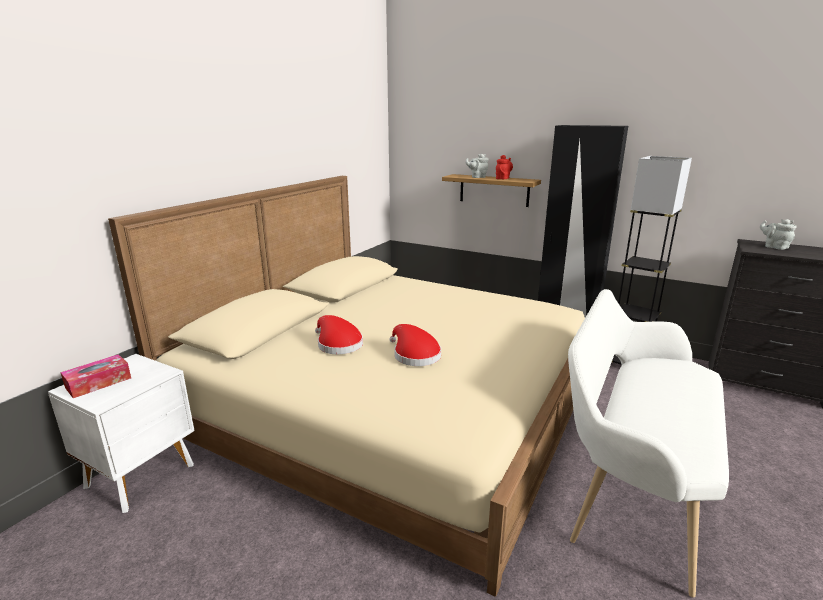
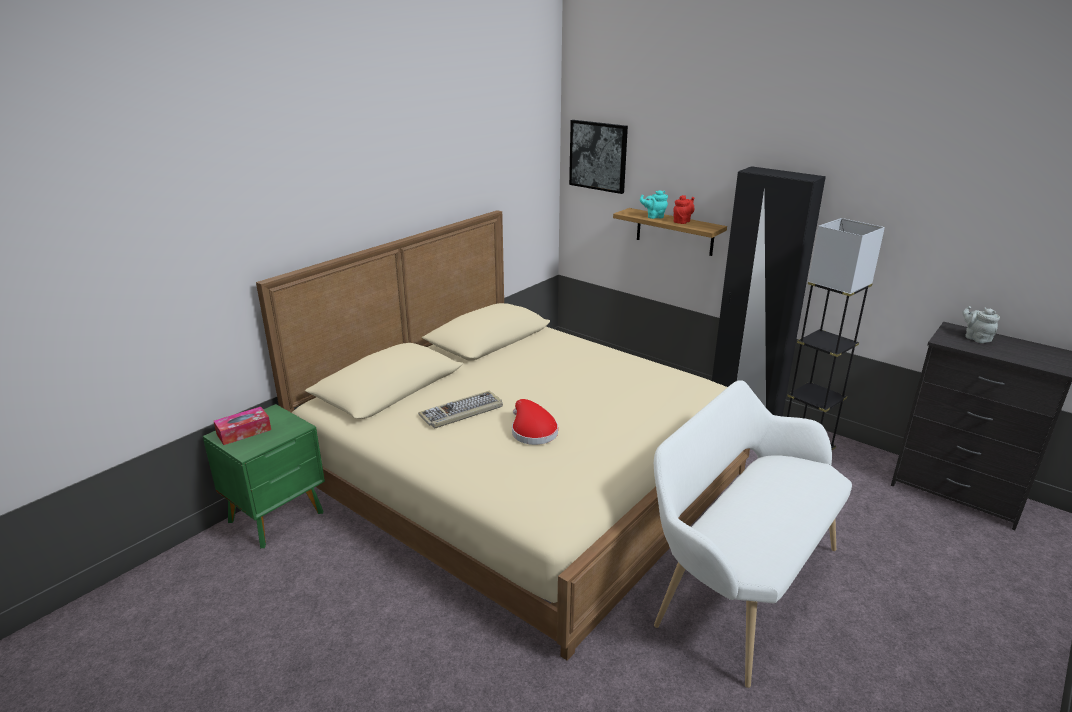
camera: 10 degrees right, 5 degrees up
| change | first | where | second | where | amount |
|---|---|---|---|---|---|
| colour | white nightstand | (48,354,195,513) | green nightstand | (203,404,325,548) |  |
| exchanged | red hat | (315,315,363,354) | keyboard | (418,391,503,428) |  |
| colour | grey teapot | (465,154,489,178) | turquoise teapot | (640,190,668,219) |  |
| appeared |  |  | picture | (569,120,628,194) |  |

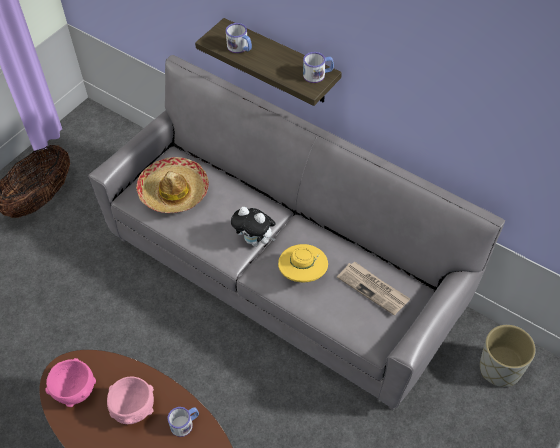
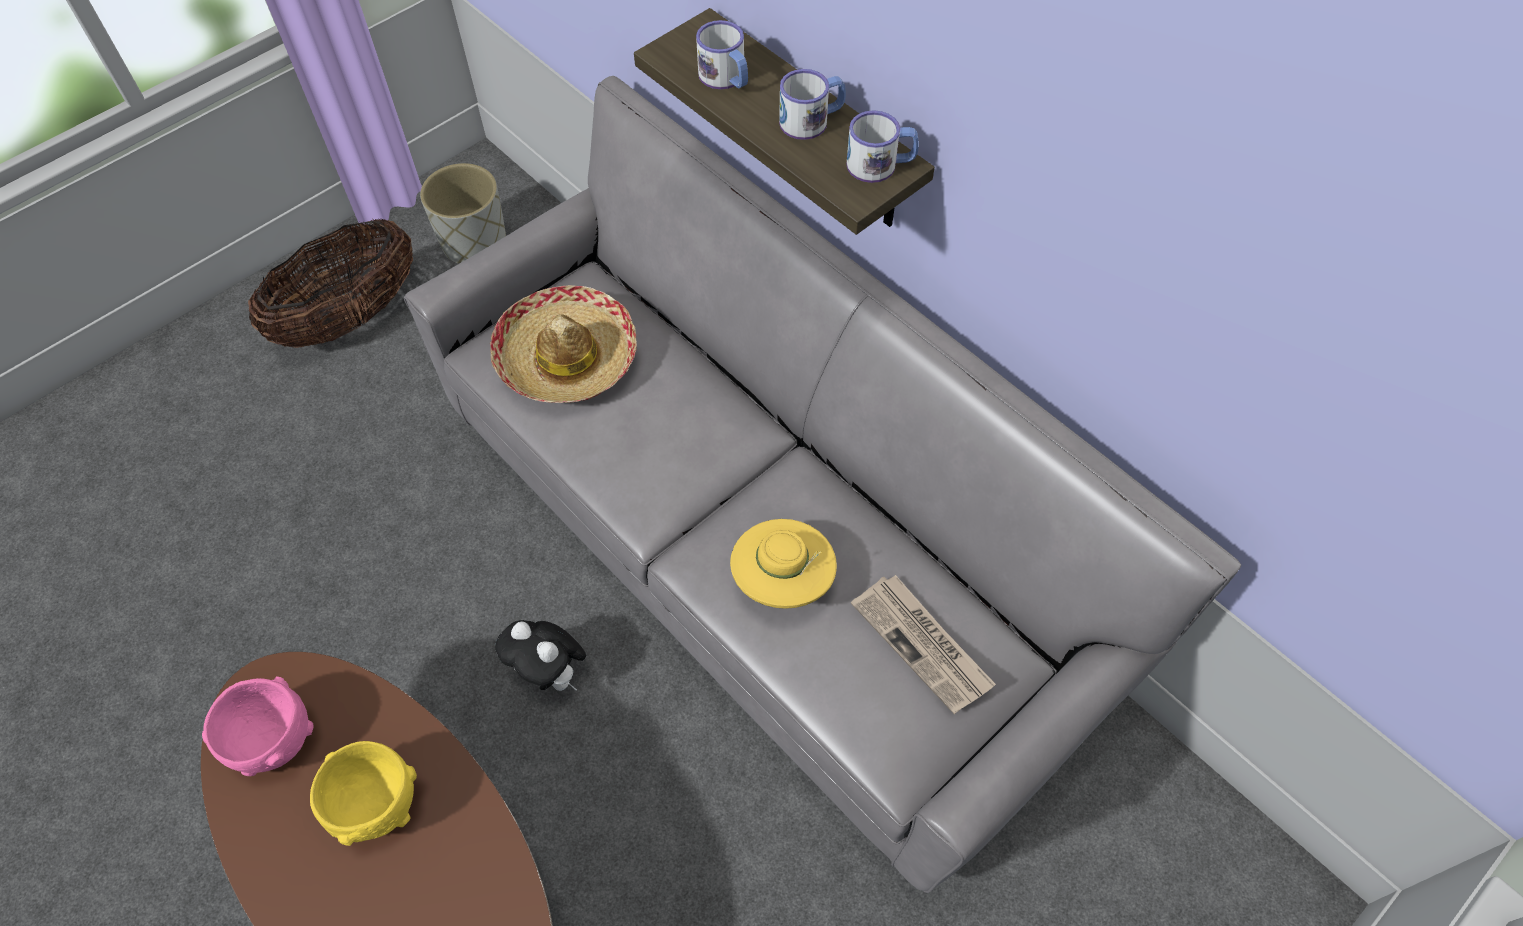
camera: 10 degrees right, 5 degrees up
| change | first | where | second | where | amount |
|---|---|---|---|---|---|
| colour | pink bowl | (107,377,154,424) | yellow bowl | (310,741,417,846) |  |
| relocated | mug | (168,407,199,437) |  | (779,69,846,140) |  |
| relocated | plush toy | (231,207,275,246) |  | (495,620,586,691) |  |
| relocated | grey planter | (480,325,536,387) |  | (420,163,506,264) |  |

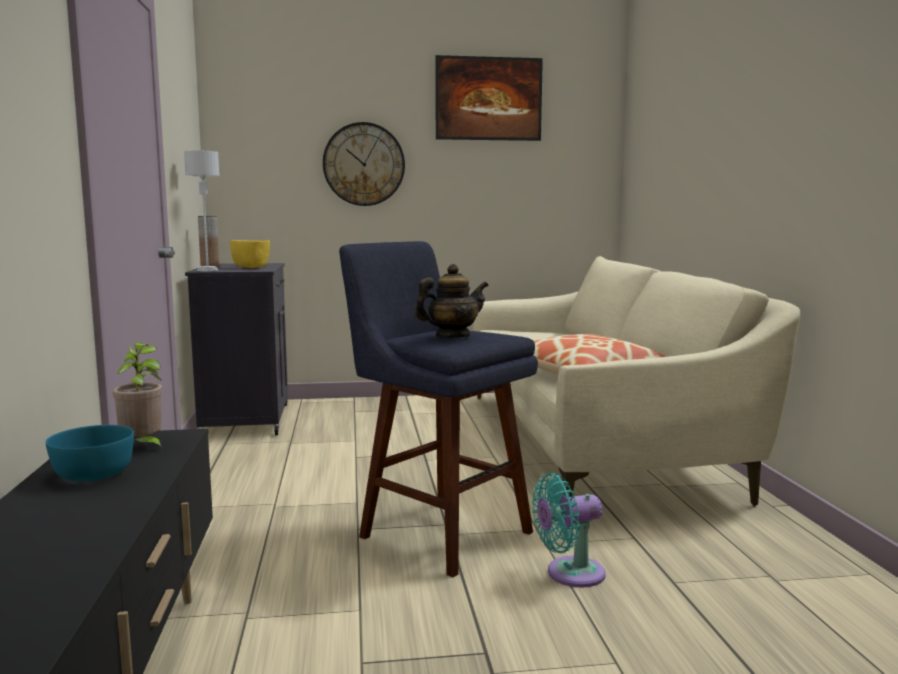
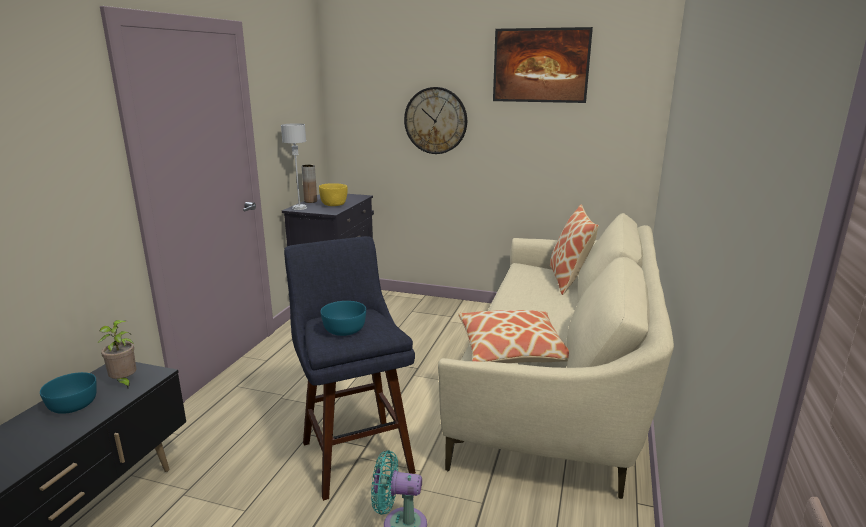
camera: 25 degrees right, 10 degrees up
| change | first | where | second | where | amount |
|---|---|---|---|---|---|
| exchanged | teapot | (415,264,488,338) | turquoise bowl | (321,301,366,336) |  |
| appeared |  |  | pillow | (550,205,599,295) |  |

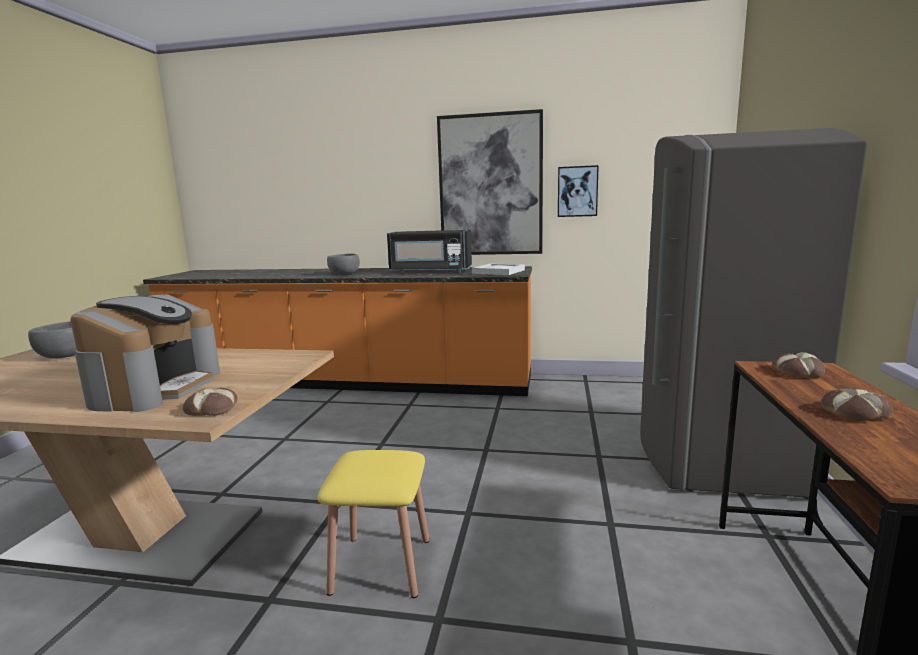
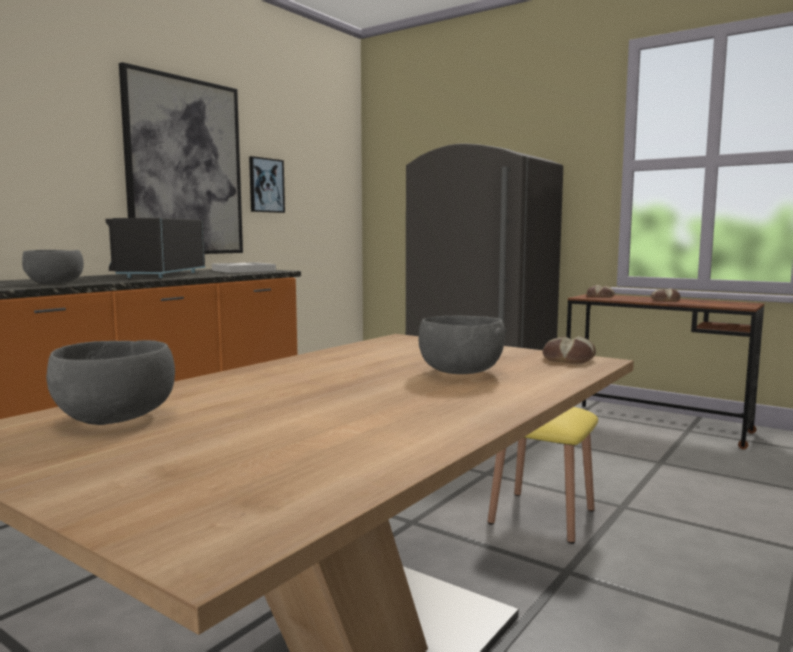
camera: 65 degrees left, 5 degrees down
| change | first | where | second | where | amount |
|---|---|---|---|---|---|
| exchanged | coffee machine | (70,294,220,412) | grey bowl | (419,316,505,374) |  |
| spun | black microwave | (387,230,472,273) |  | (106,218,205,278) | 150 degrees clockwise |

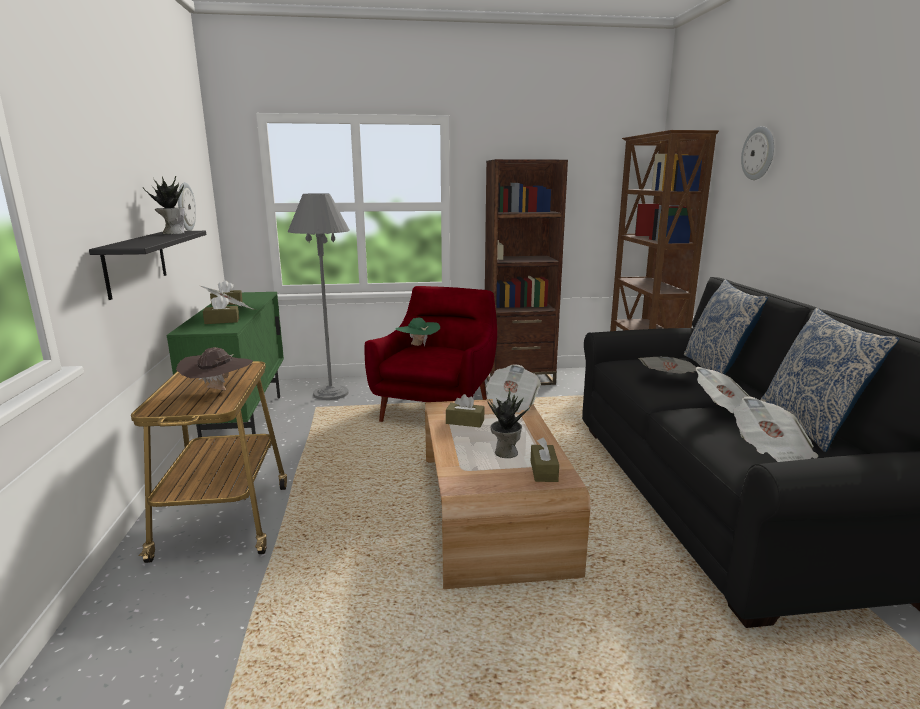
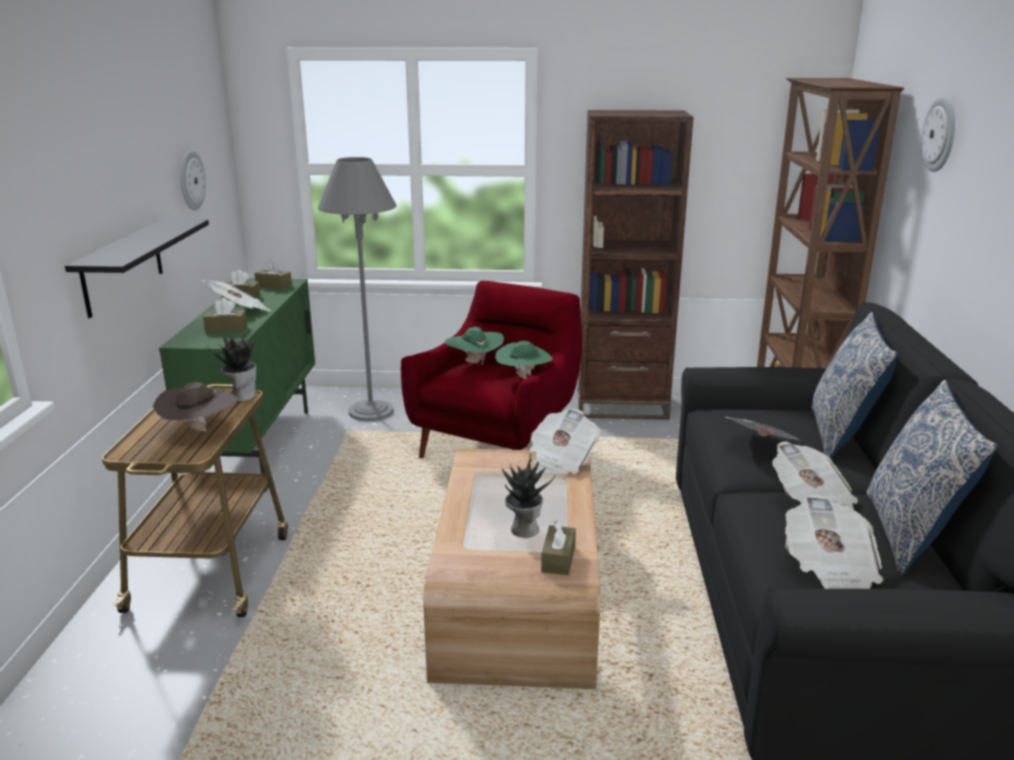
camera: 10 degrees right, 5 degrees up
| change | first | where | second | where | amount |
|---|---|---|---|---|---|
| relocated | potted plant | (144,176,185,234) |  | (207,327,257,401) |  |
| relocated | brown tissue box | (446,394,484,427) |  | (254,259,292,290) |  |
| appeared |  |  | green hat | (495,341,553,379) |  |

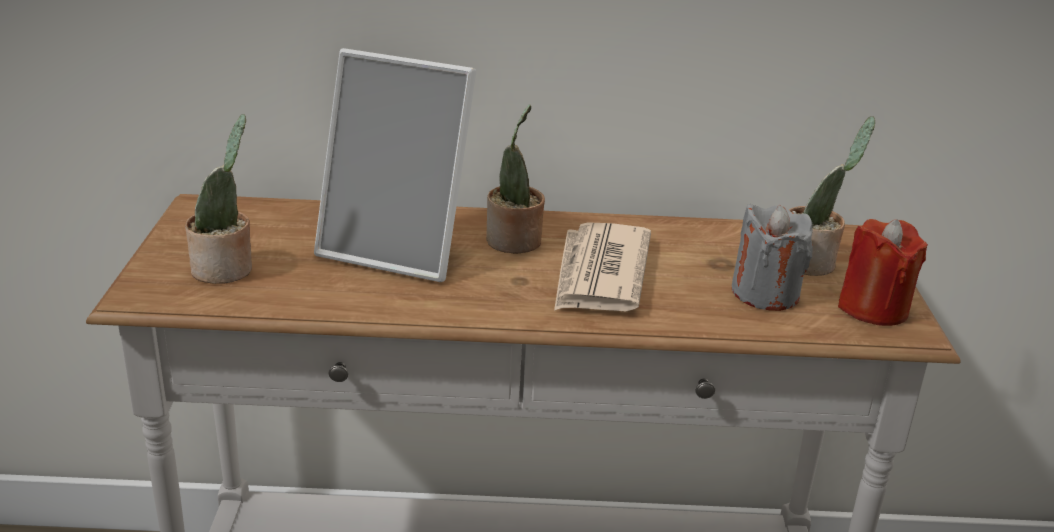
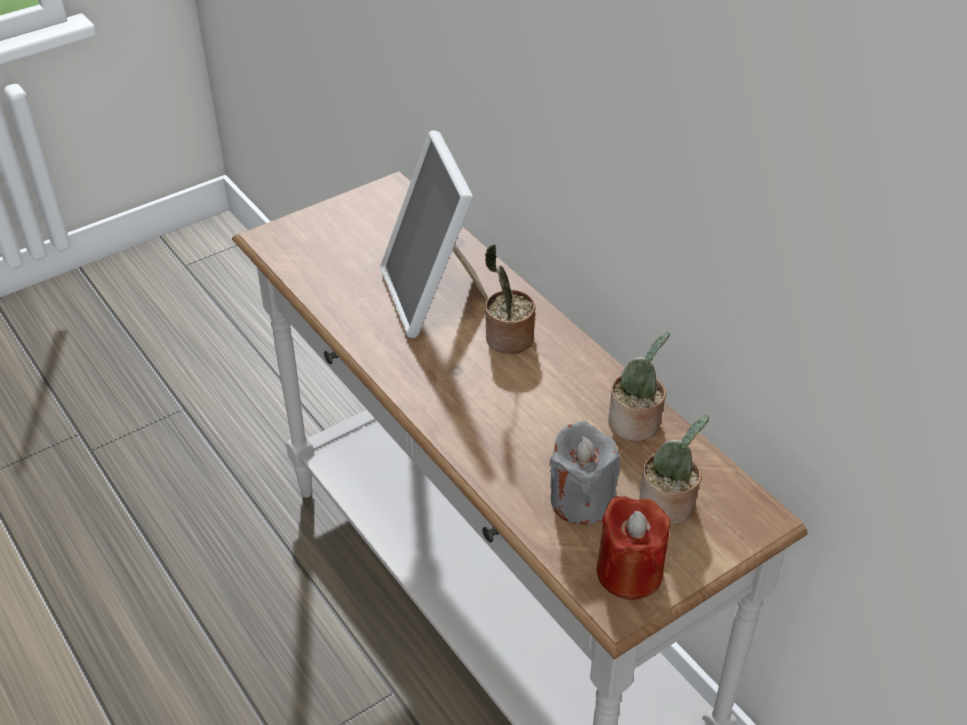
camera: 55 degrees right, 15 degrees up
| change | first | where | second | where | amount |
|---|---|---|---|---|---|
| relocated | potted plant | (185,114,252,284) |  | (608,332,670,441) |  |
| missing | newspaper | (554,222,651,311) |  |  |  |

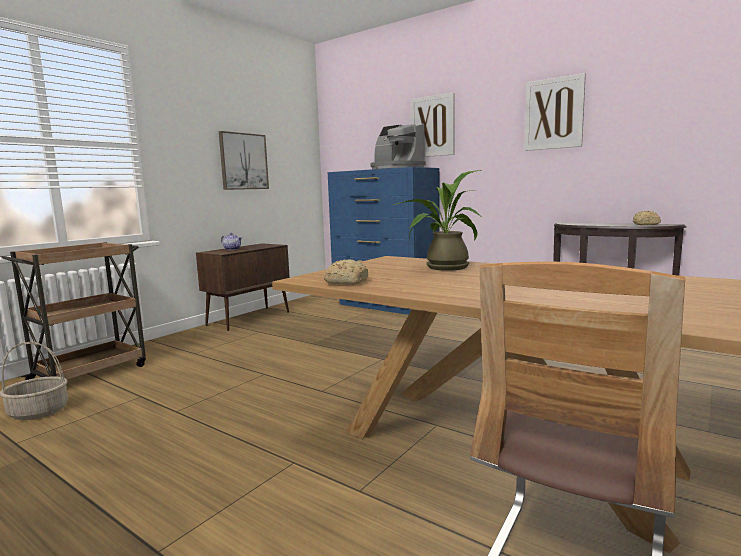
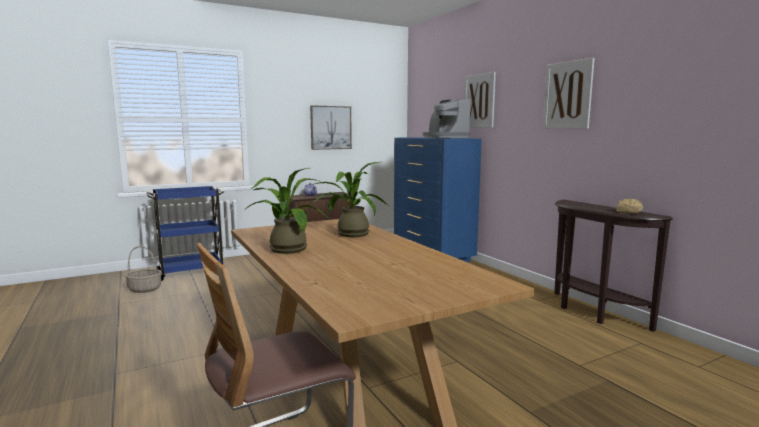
camera: 25 degrees right, 0 degrees up
| change | first | where | second | where | amount |
|---|---|---|---|---|---|
| colour | brown cart | (1,242,146,380) | blue cart | (147,186,224,281) |  |
| missing | bread | (324,259,368,285) |  |  |  |
| appeared |  |  | potted plant | (244,168,330,254) |  |

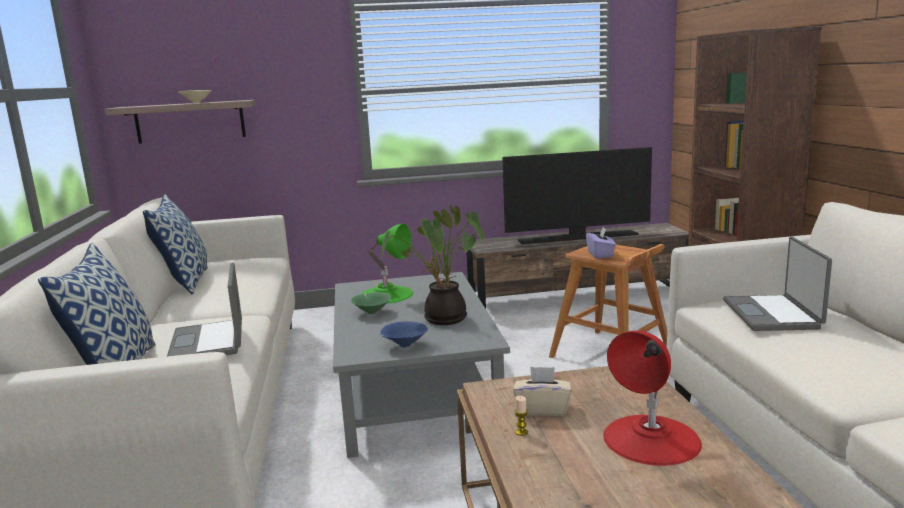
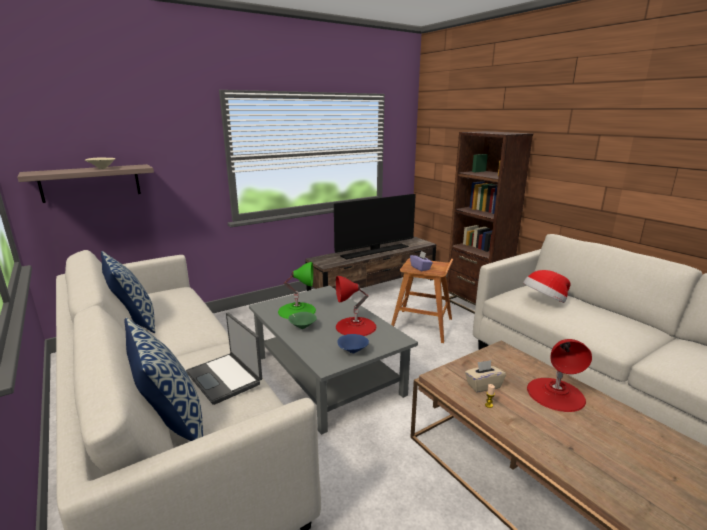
camera: 25 degrees left, 5 degrees up
| change | first | where | second | where | amount |
|---|---|---|---|---|---|
| exchanged | potted plant | (381,205,484,325) | red table lamp | (336,276,376,336) |  |
| exchanged | laptop | (723,237,832,331) | hat | (523,270,571,303) |  |

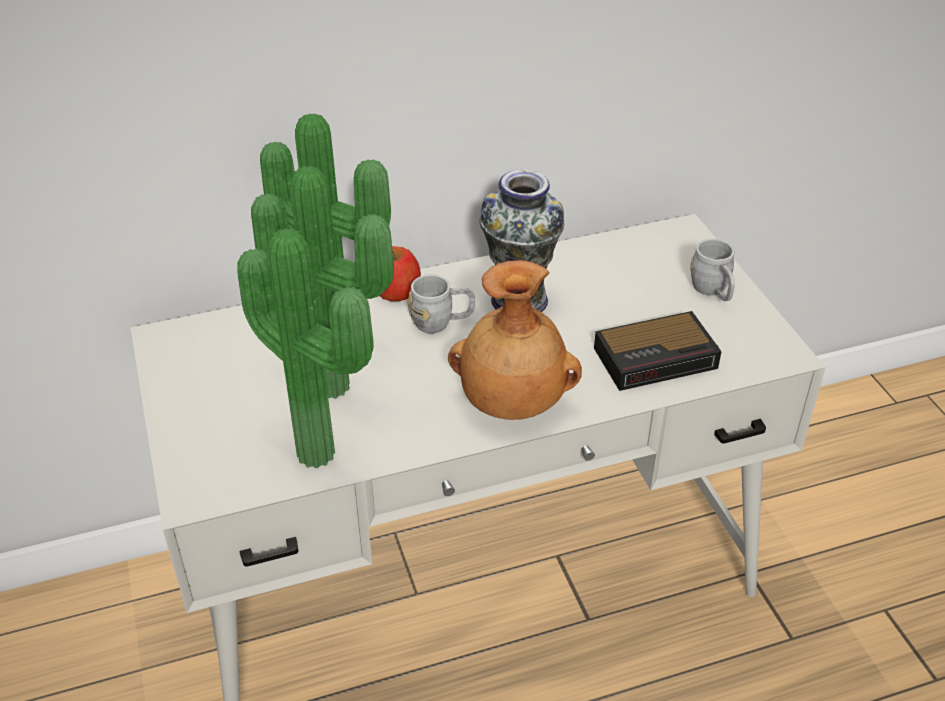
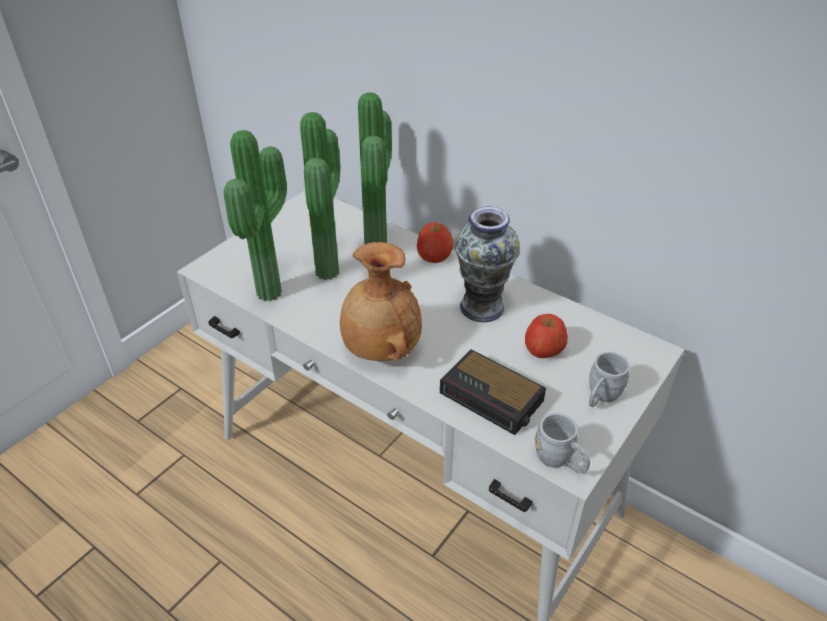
camera: 55 degrees right, 0 degrees up
| change | first | where | second | where | amount |
|---|---|---|---|---|---|
| relocated | grey mug | (408,274,475,333) |  | (535,413,590,474) |  |
| appeared |  |  | apple | (525,314,568,358) |  |

